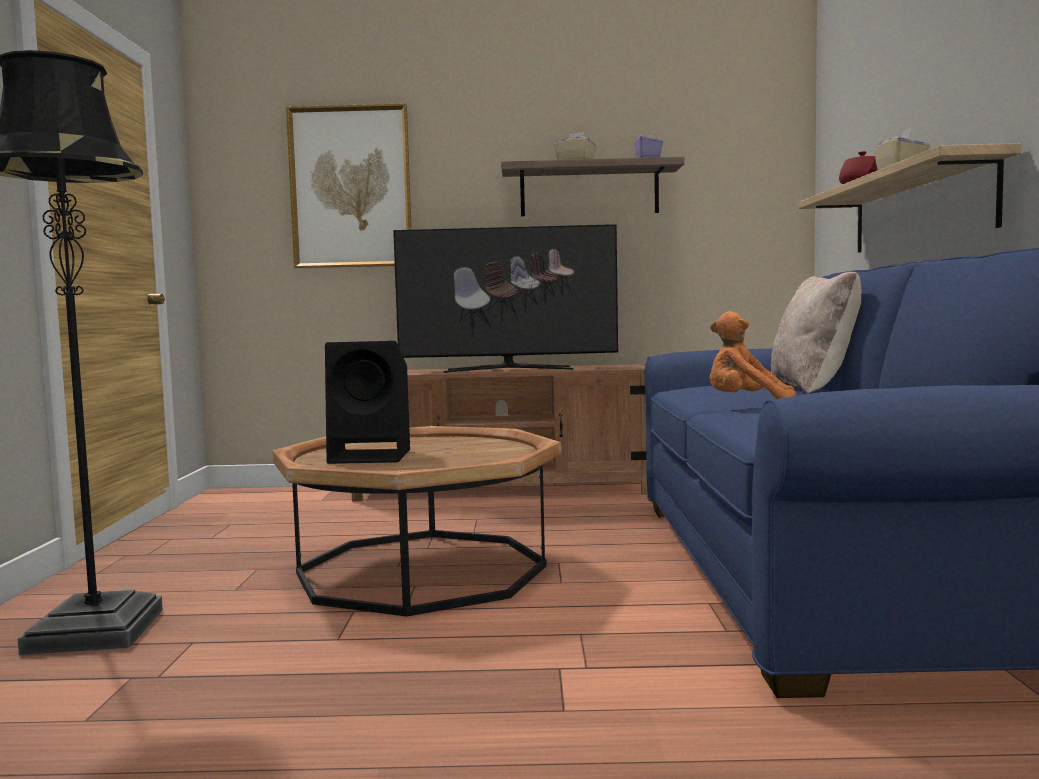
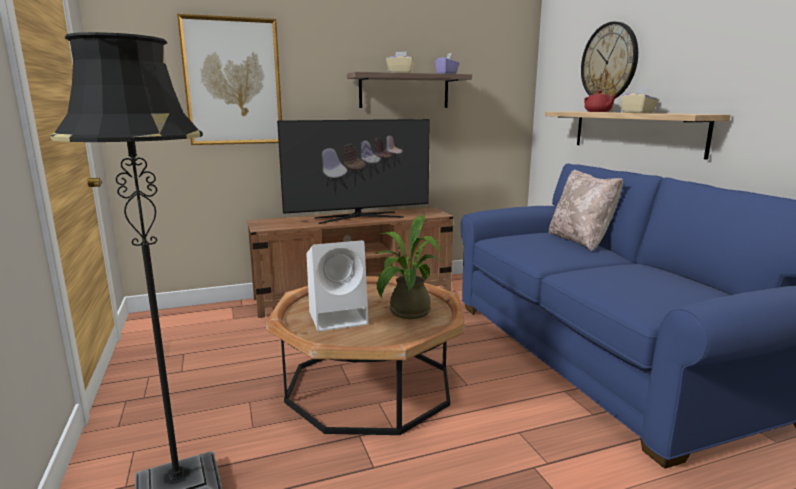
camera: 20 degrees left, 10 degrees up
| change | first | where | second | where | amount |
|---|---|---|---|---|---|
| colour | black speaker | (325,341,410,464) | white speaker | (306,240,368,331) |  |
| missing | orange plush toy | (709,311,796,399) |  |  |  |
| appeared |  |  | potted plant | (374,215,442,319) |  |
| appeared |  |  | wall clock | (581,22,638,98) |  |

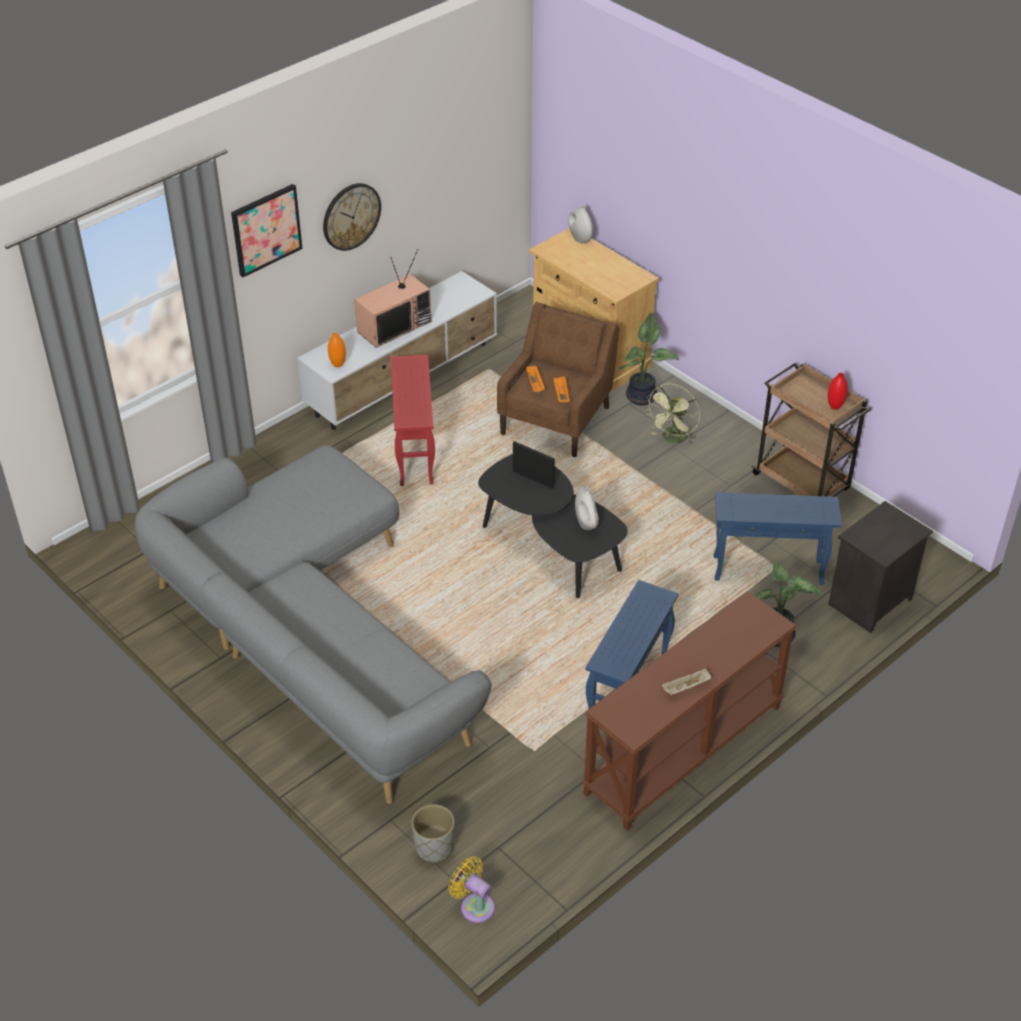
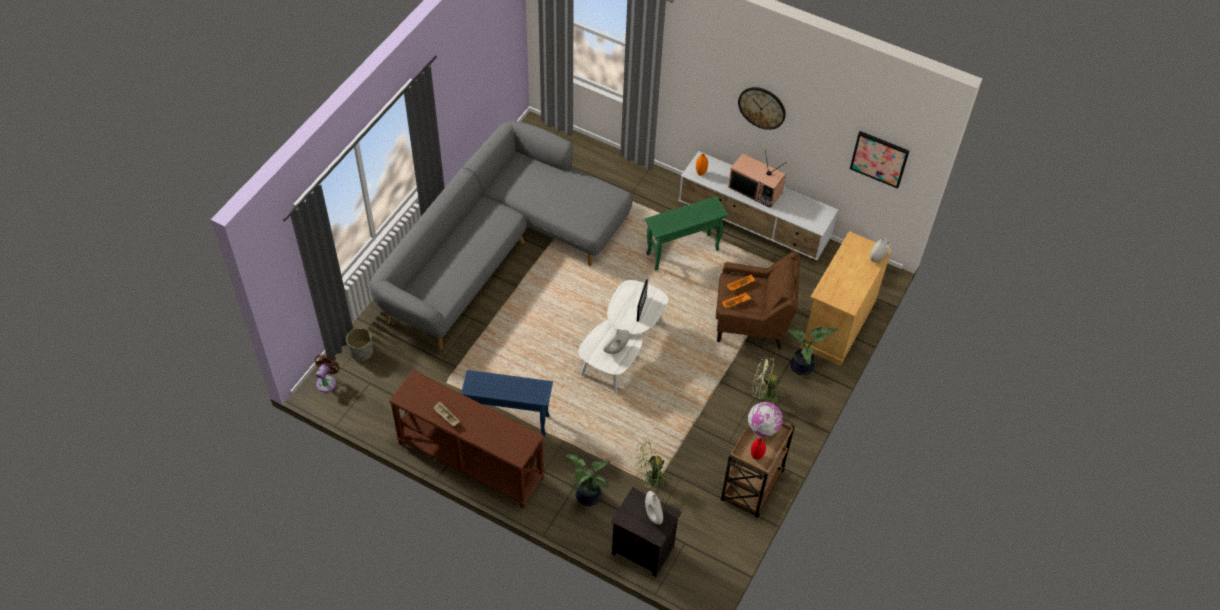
camera: 70 degrees right, 10 degrees up
| change | first | where | second | where | amount |
|---|---|---|---|---|---|
| relocated | picture | (231,184,303,277) |  | (850,131,909,189) |  |
| colour | red side table | (391,355,435,486) | green side table | (645,196,728,270) |  |
| colour | yellow fan | (448,856,495,923) | brown fan | (315,355,339,392) |  |
| colour | black coffee table | (478,454,628,598) | white coffee table | (578,280,668,394) |  |
| exchanged | blue side table | (714,492,842,585) | green fan | (635,442,672,494) |  |
| appeared |  |  | white vase | (645,491,663,525) |  |
| appeared |  |  | globe | (748,402,783,437) |  |

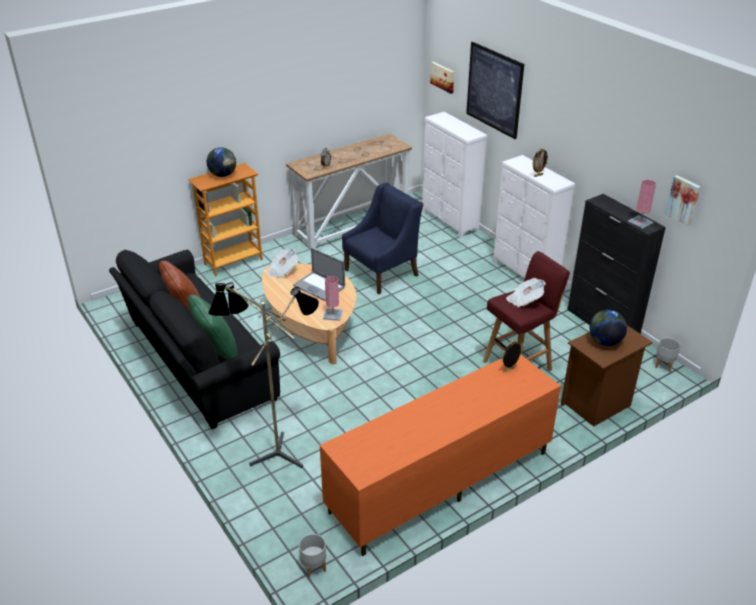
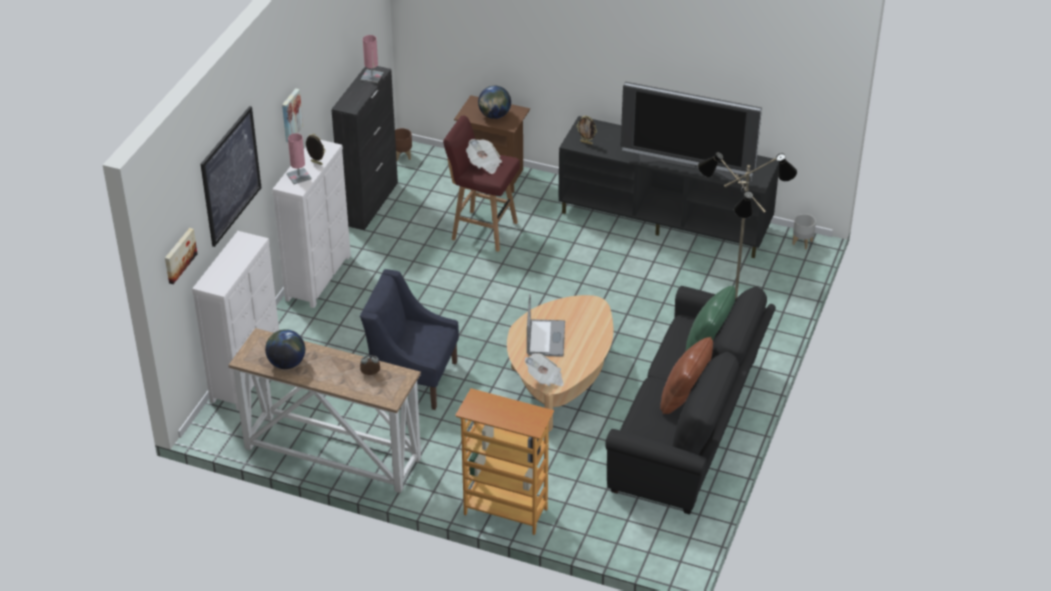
camera: 125 degrees left, 5 degrees up
| change | first | where | second | where | amount |
|---|---|---|---|---|---|
| relocated | globe | (207,147,236,177) |  | (265,329,305,369) |  |
| colour | orange tv stand | (320,354,561,556) | black tv stand | (558,116,779,258) |  |
| relocated | pink table lamp | (323,276,343,321) |  | (287,133,312,184) |  |
| colour | grey planter | (655,338,680,372) | brown planter | (395,128,412,161) |  |
| relocated | picture | (665,175,701,226) |  | (282,88,303,142) |  |
| appeared |  |  | television | (621,82,762,181) |  |

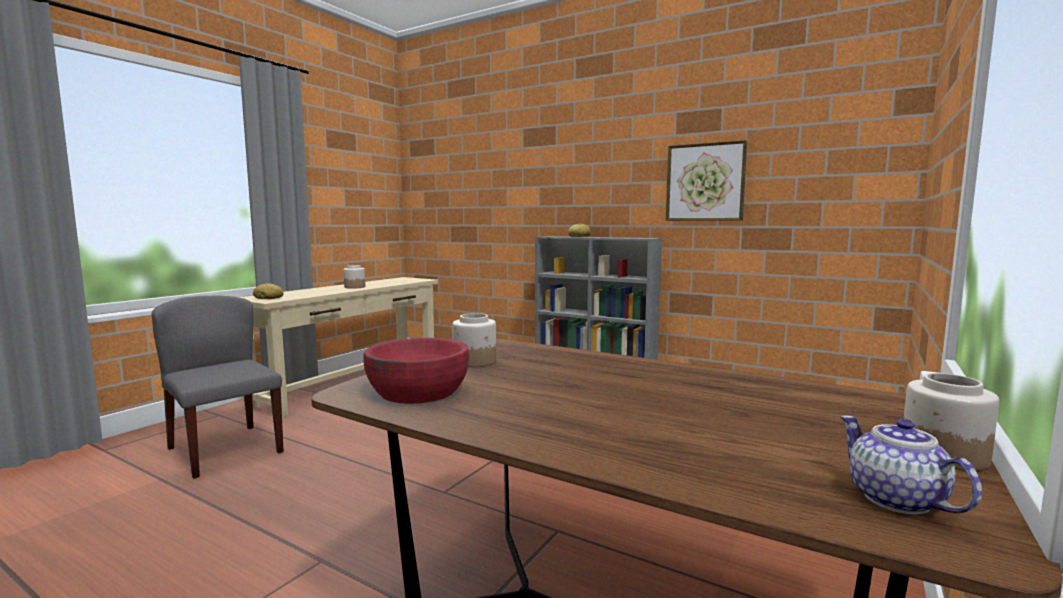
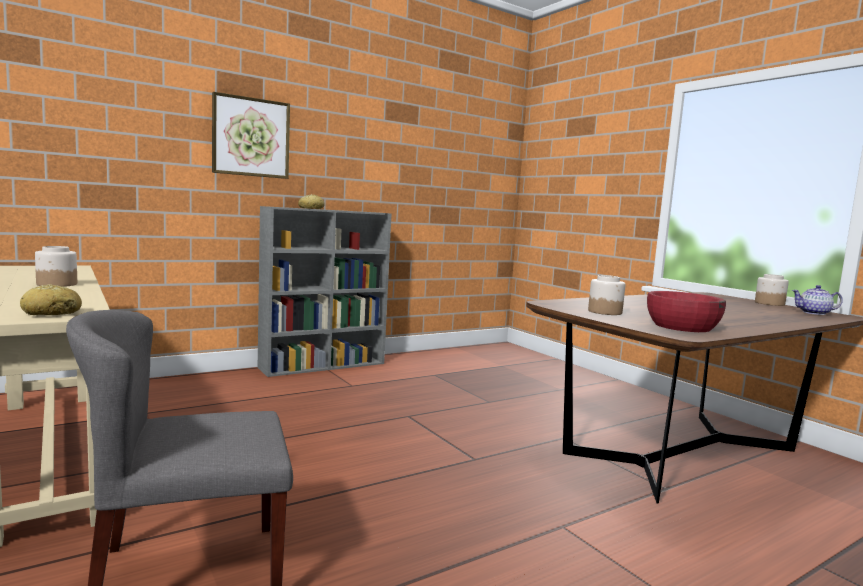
camera: 65 degrees left, 0 degrees up
| change | first | where | second | where | amount |
|---|---|---|---|---|---|
| relocated | picture | (666,140,747,221) |  | (212,92,290,179) |  |

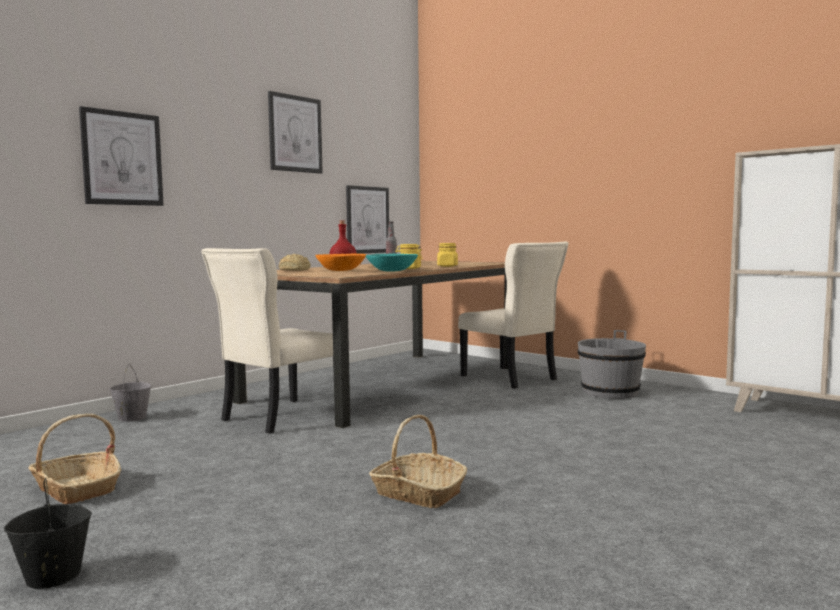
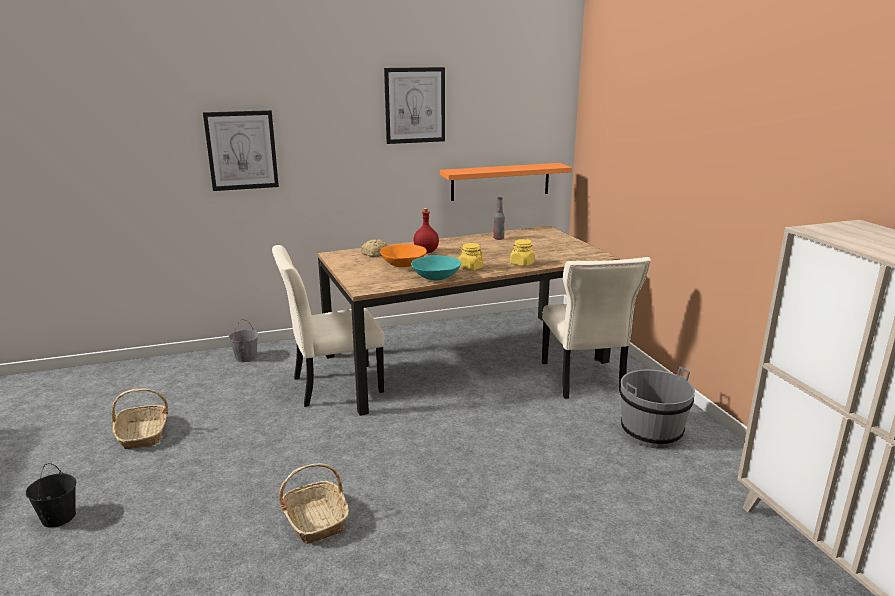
camera: 30 degrees right, 15 degrees up
| change | first | where | second | where | amount |
|---|---|---|---|---|---|
| exchanged | picture | (346,185,389,254) | orange shelf | (440,163,572,201) |  |

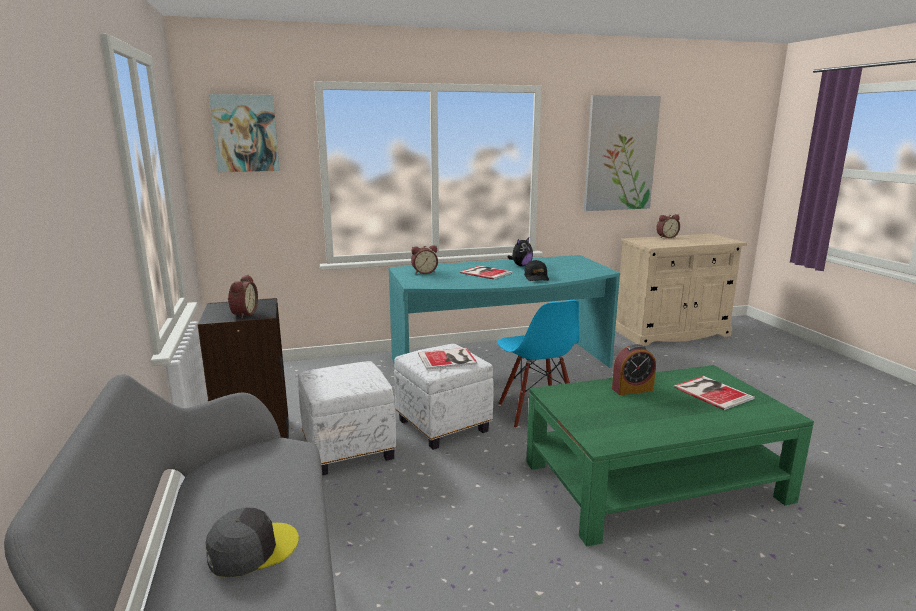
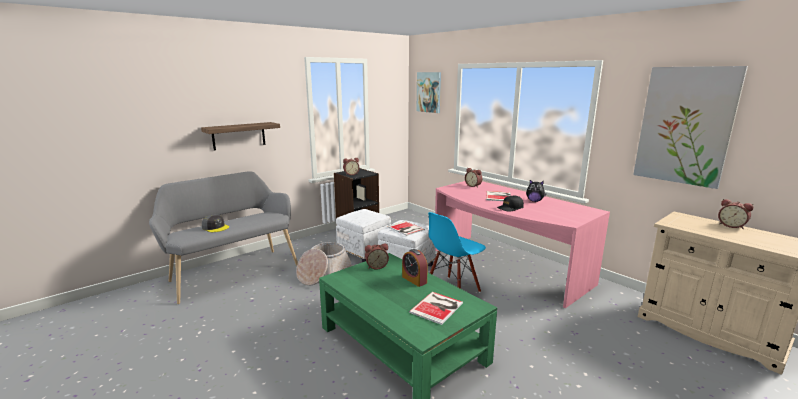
camera: 65 degrees right, 0 degrees up
| change | first | where | second | where | amount |
|---|---|---|---|---|---|
| colour | turquoise desk | (388,255,620,368) | pink desk | (435,181,610,308) |  |
| appeared |  |  | shelf | (201,122,280,150) |  |
| appeared |  |  | basket | (296,242,353,285) |  |
| appeared |  |  | alarm clock | (365,244,389,269) |  |

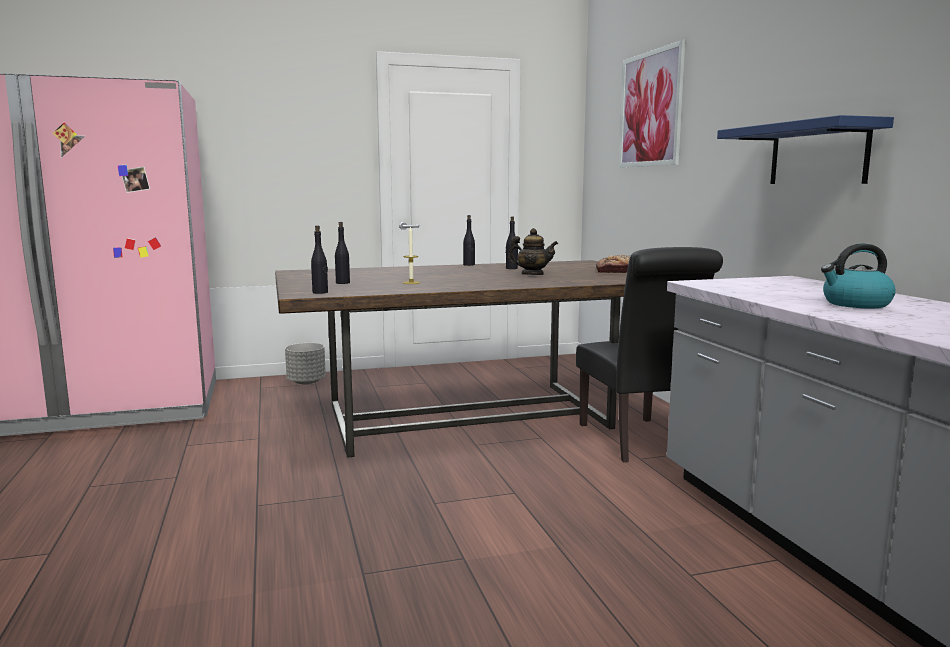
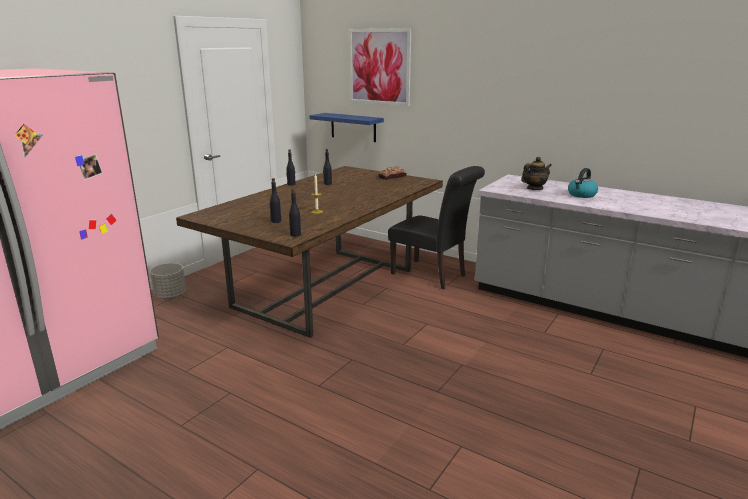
camera: 40 degrees left, 10 degrees up
| change | first | where | second | where | amount |
|---|---|---|---|---|---|
| relocated | teapot | (508,228,558,275) |  | (521,157,552,190) |  |
| relocated | blue shelf | (717,115,894,184) |  | (309,113,384,142) |  |

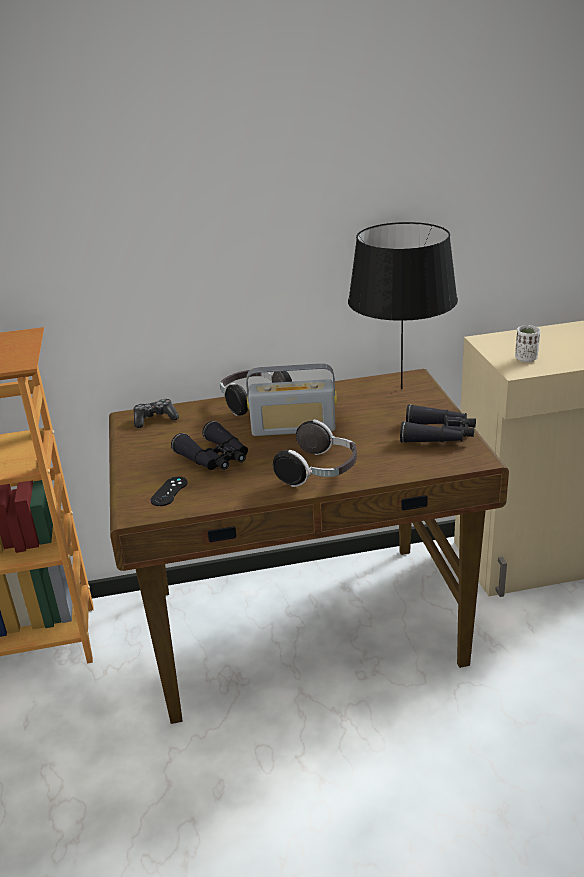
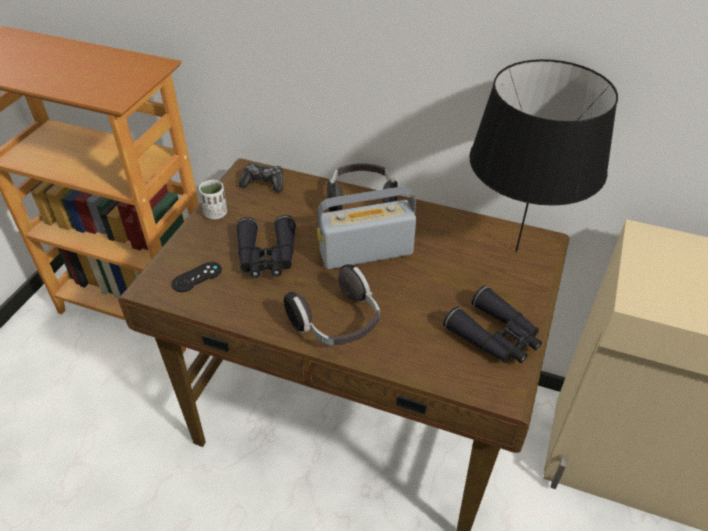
camera: 30 degrees right, 15 degrees up
| change | first | where | second | where | amount |
|---|---|---|---|---|---|
| spun | radio | (246,363,337,436) |  | (317,187,416,269) | 135 degrees clockwise |
| relocated | white cup | (515,325,540,362) |  | (199,180,227,220) |  |

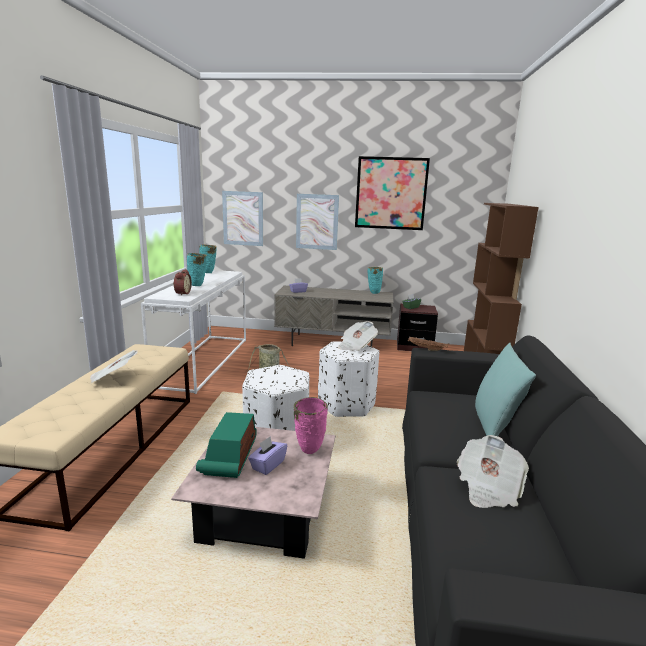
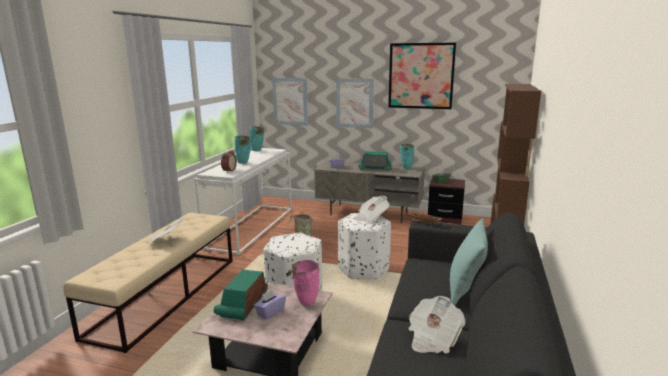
camera: 10 degrees right, 0 degrees up
| change | first | where | second | where | amount |
|---|---|---|---|---|---|
| appeared |  |  | radio | (358,151,392,171) |  |

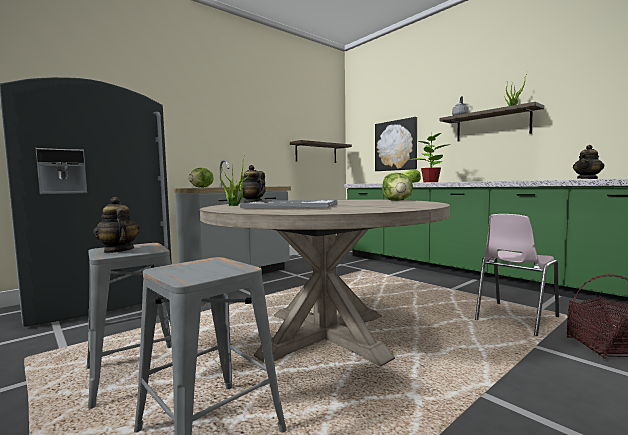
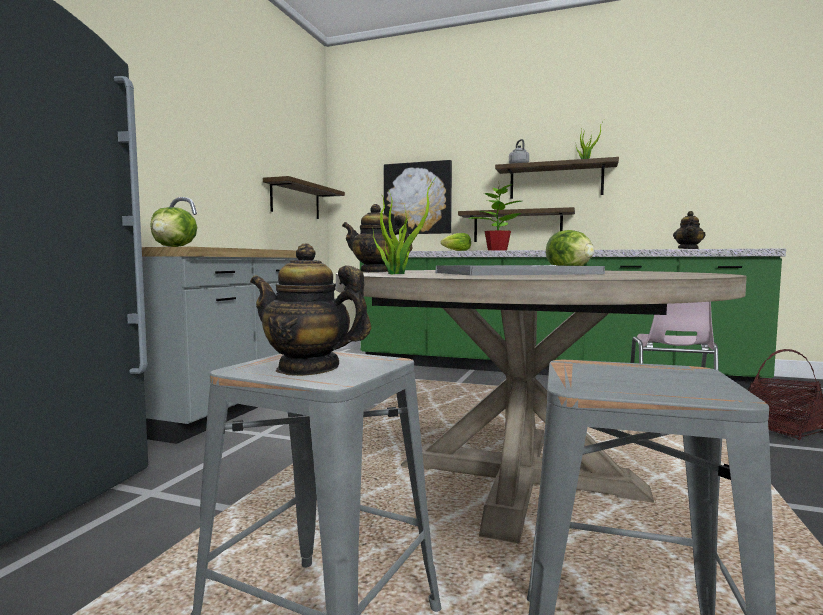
camera: 30 degrees left, 0 degrees up
| change | first | where | second | where | amount |
|---|---|---|---|---|---|
| appeared |  |  | shelf | (458,207,575,242) |  |

